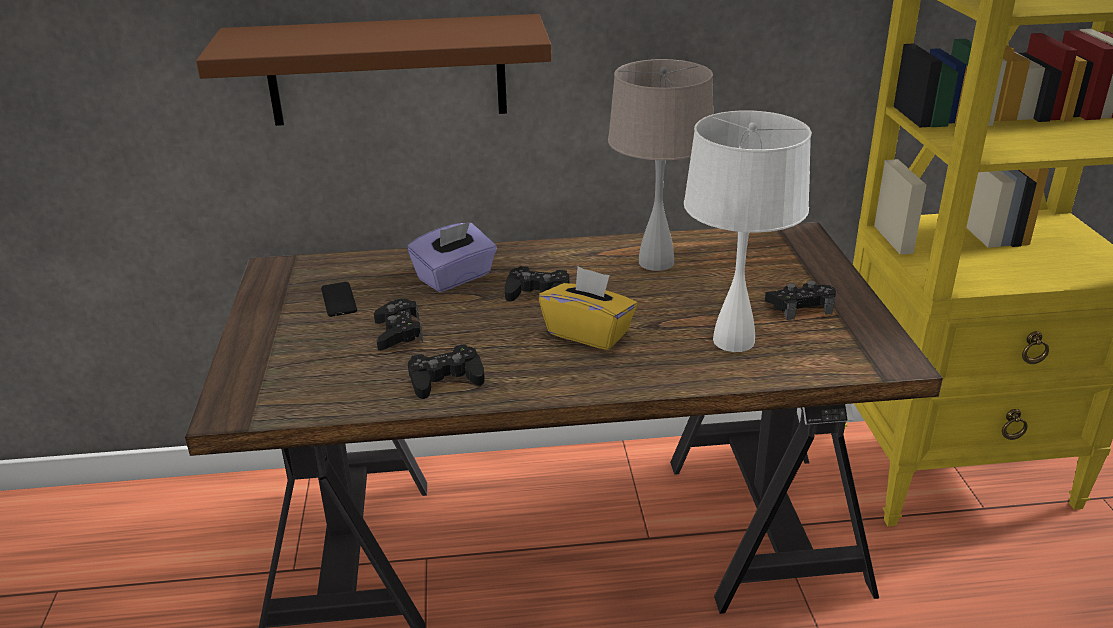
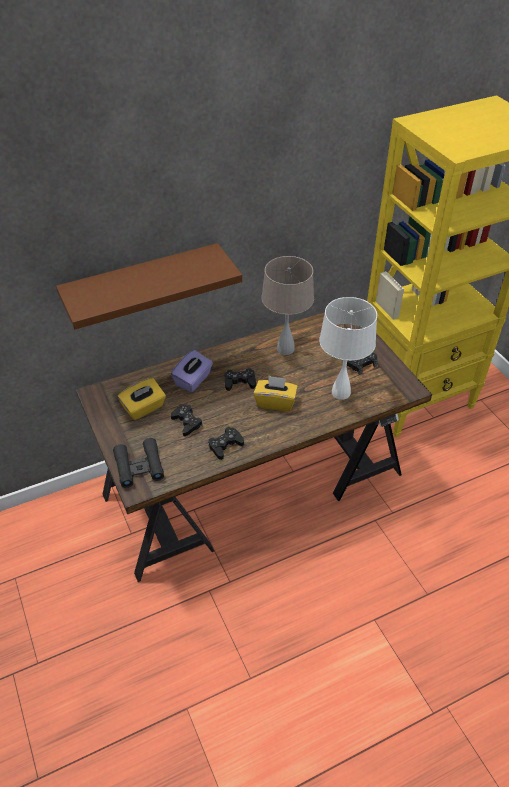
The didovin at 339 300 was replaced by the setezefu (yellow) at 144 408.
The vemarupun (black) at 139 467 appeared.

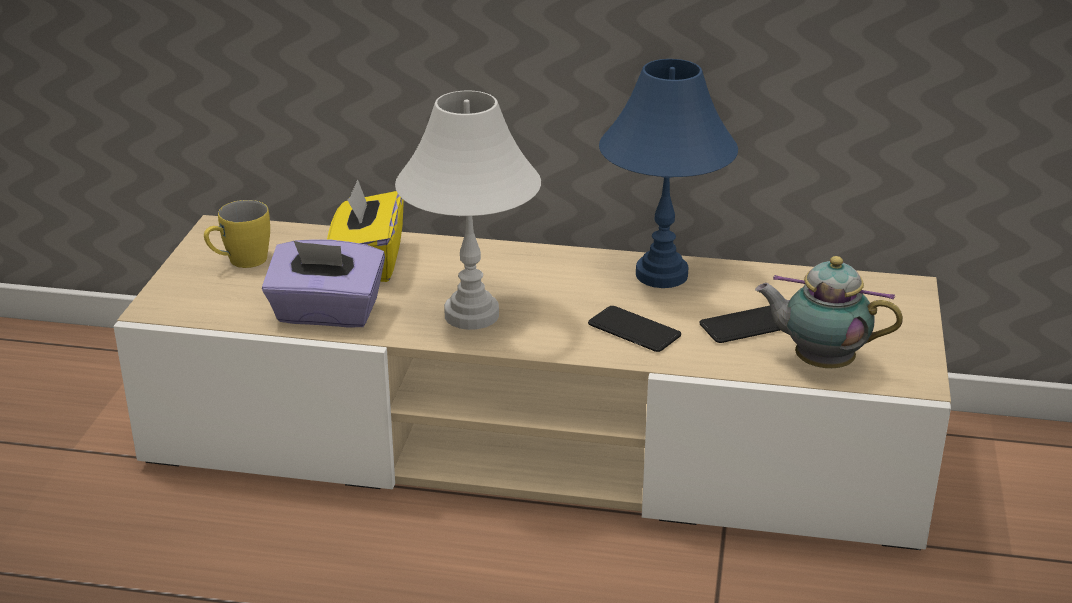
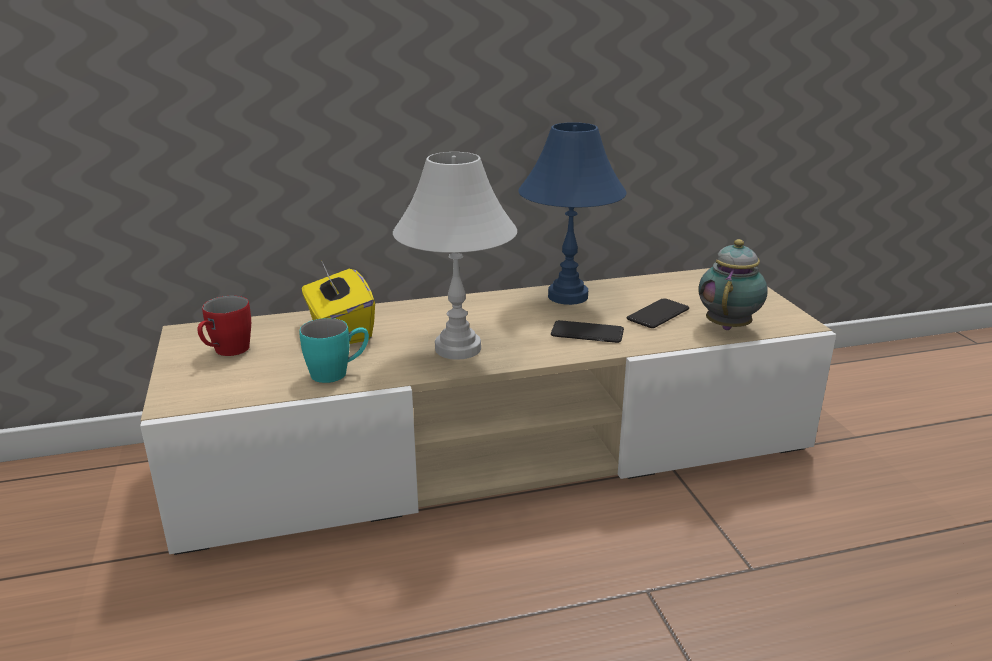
The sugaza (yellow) at 240 262 became the sugaza (red) at 226 352.
The setezefu (purple) at 327 313 was replaced by the sugaza (turquoise) at 338 373.
The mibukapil at 819 362 turned 120 degrees clockwise.

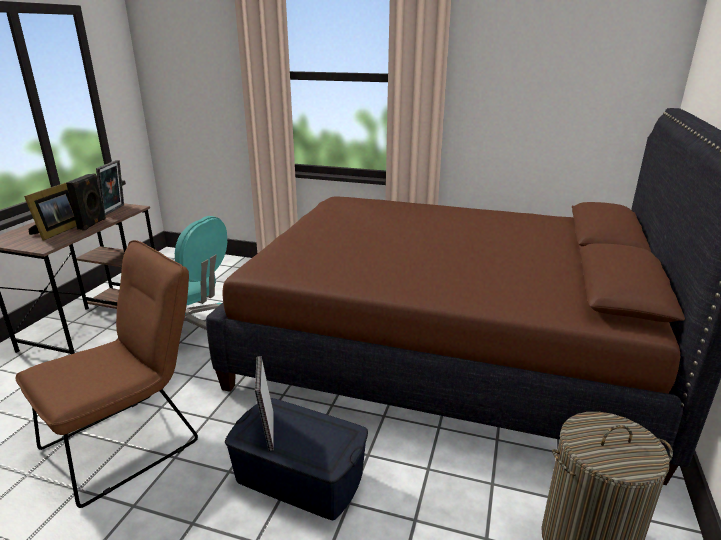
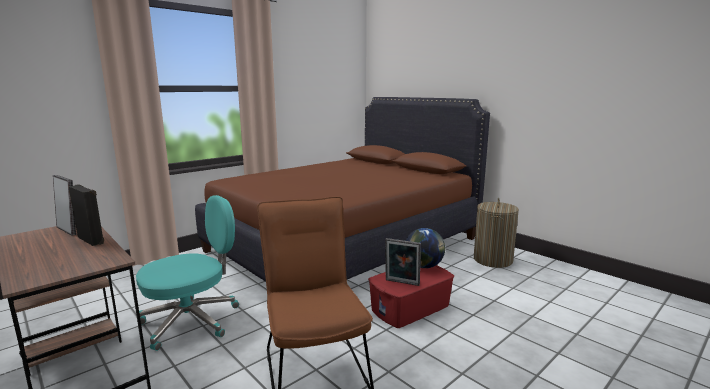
The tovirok at 57 231 disappeared.
The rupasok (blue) at 299 478 became the rupasok (red) at 411 308.
The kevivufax at 424 266 appeared.

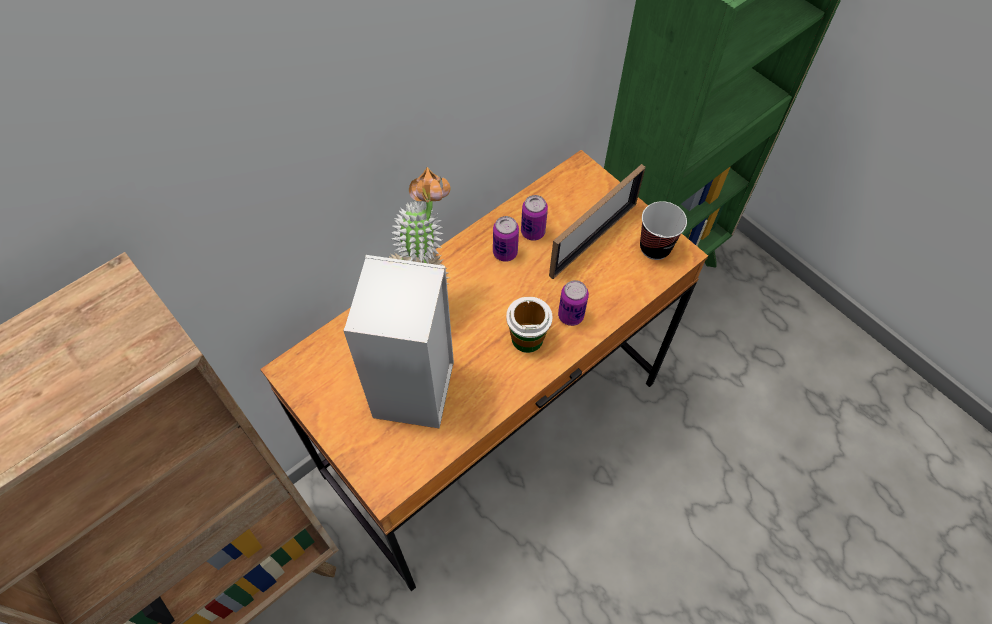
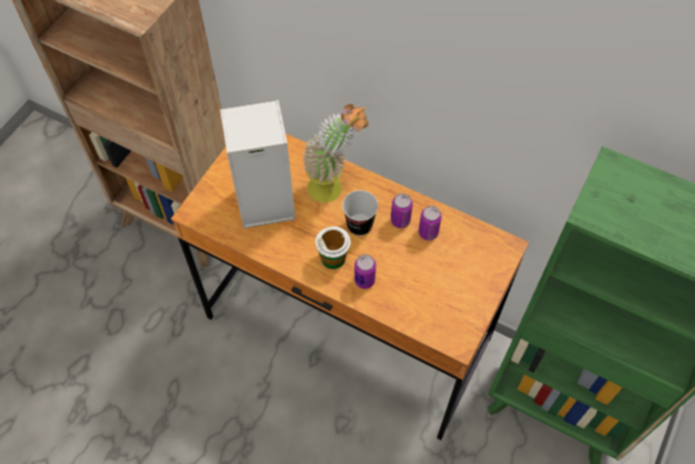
The tovirok at 593 239 disappeared.
The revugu moved from 655 248 to 359 225.

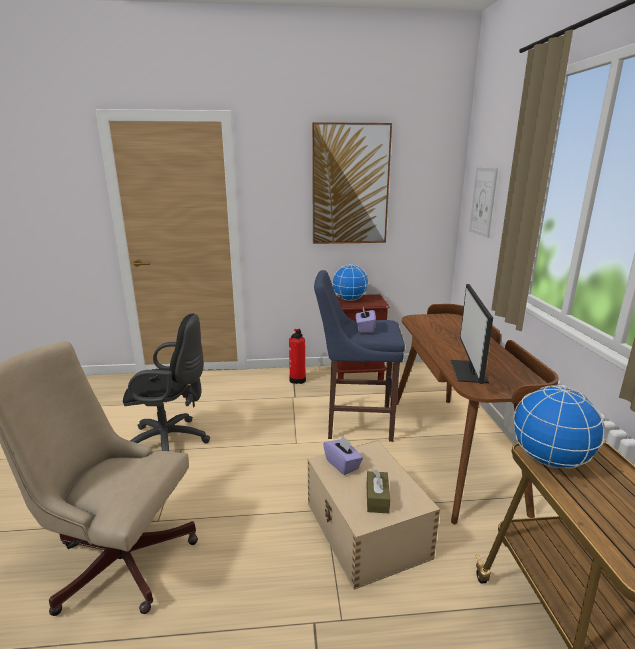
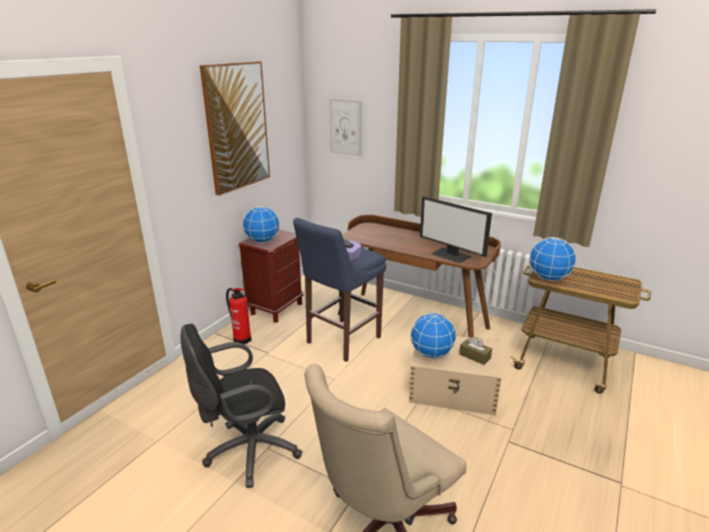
The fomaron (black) at 171 442 turned 150 degrees counterclockwise.
The setezefu (purple) at 342 464 was replaced by the kevivufax at 431 354.

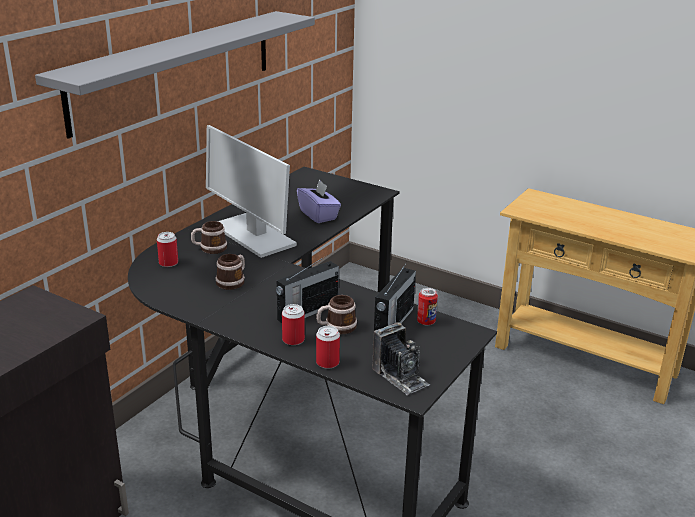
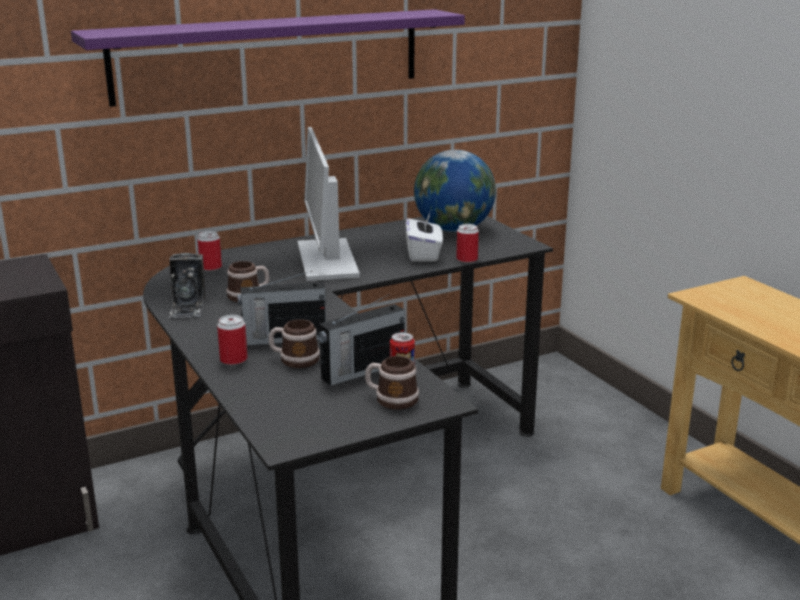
The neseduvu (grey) at 176 69 became the neseduvu (purple) at 270 55.
The sugaza moved from 209 248 to 391 399.
The setezefu (purple) at 318 215 became the setezefu (white) at 423 254.
The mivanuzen moved from 327 363 to 467 259.
The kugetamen moved from 400 376 to 187 306.
The kevivufax at 454 229 appeared.

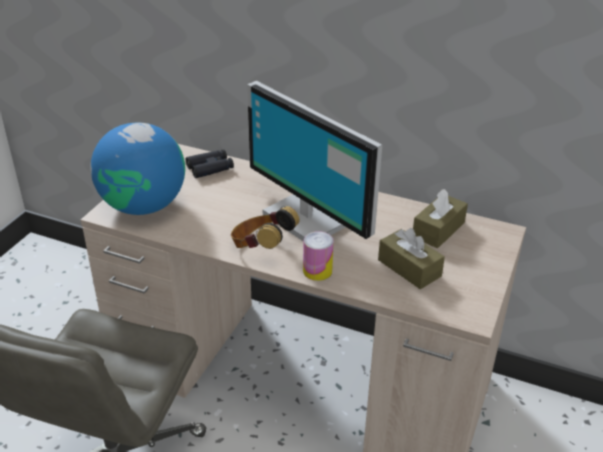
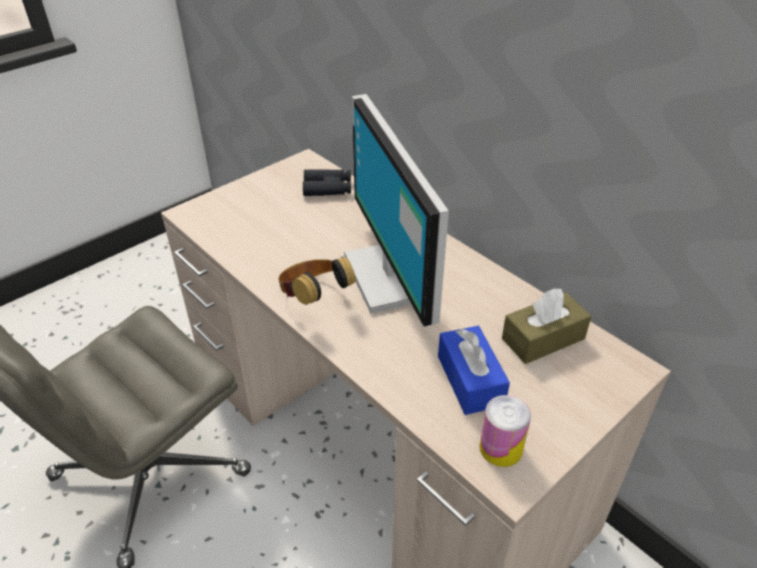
The kevivufax at 143 205 disappeared.
The mivanuzen moved from 317 271 to 500 448.
The setezefu (brown) at 409 268 became the setezefu (blue) at 470 380.

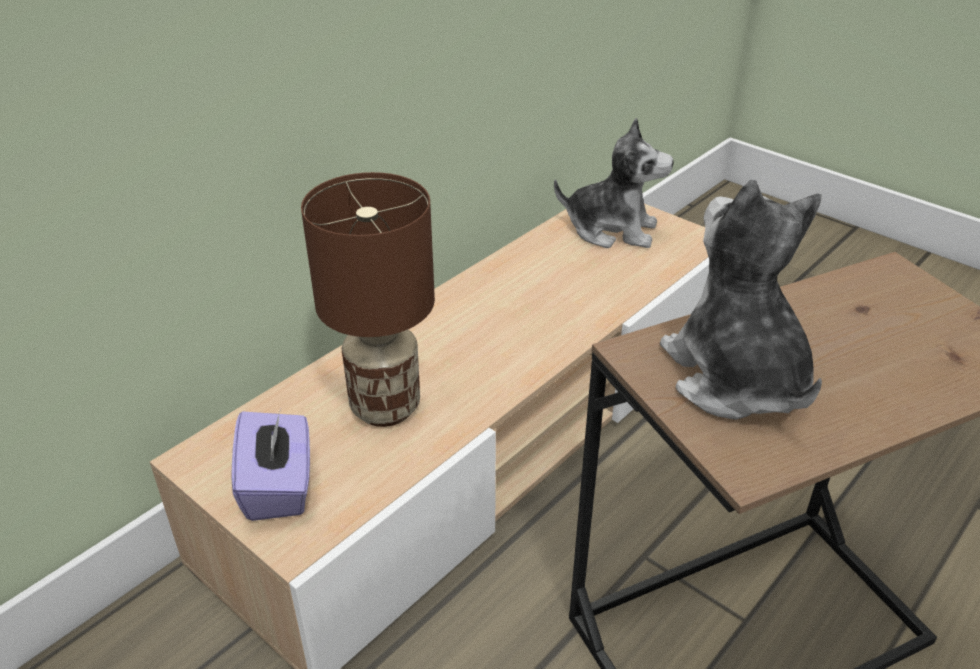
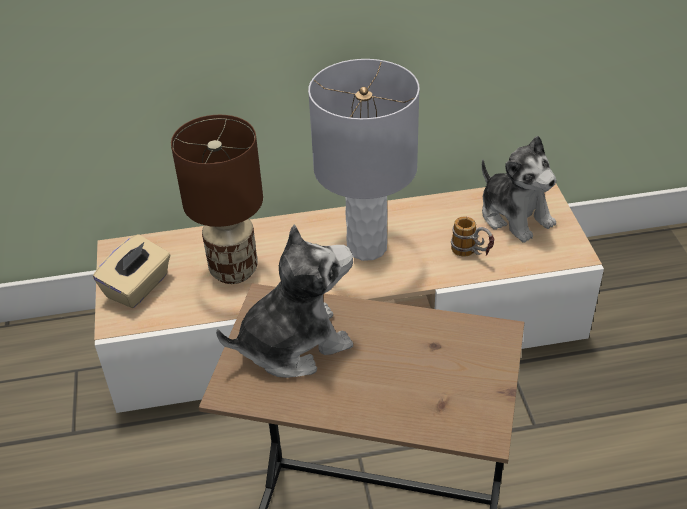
The setezefu (purple) at 279 486 became the setezefu (beige) at 138 287.
The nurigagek at 735 378 turned 45 degrees clockwise.
The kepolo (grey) at 367 247 appeared.
The sugaza at 472 254 appeared.

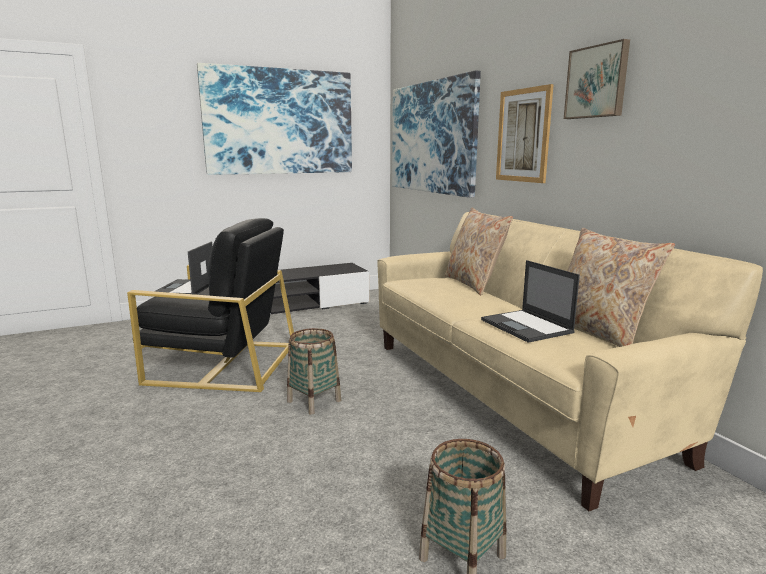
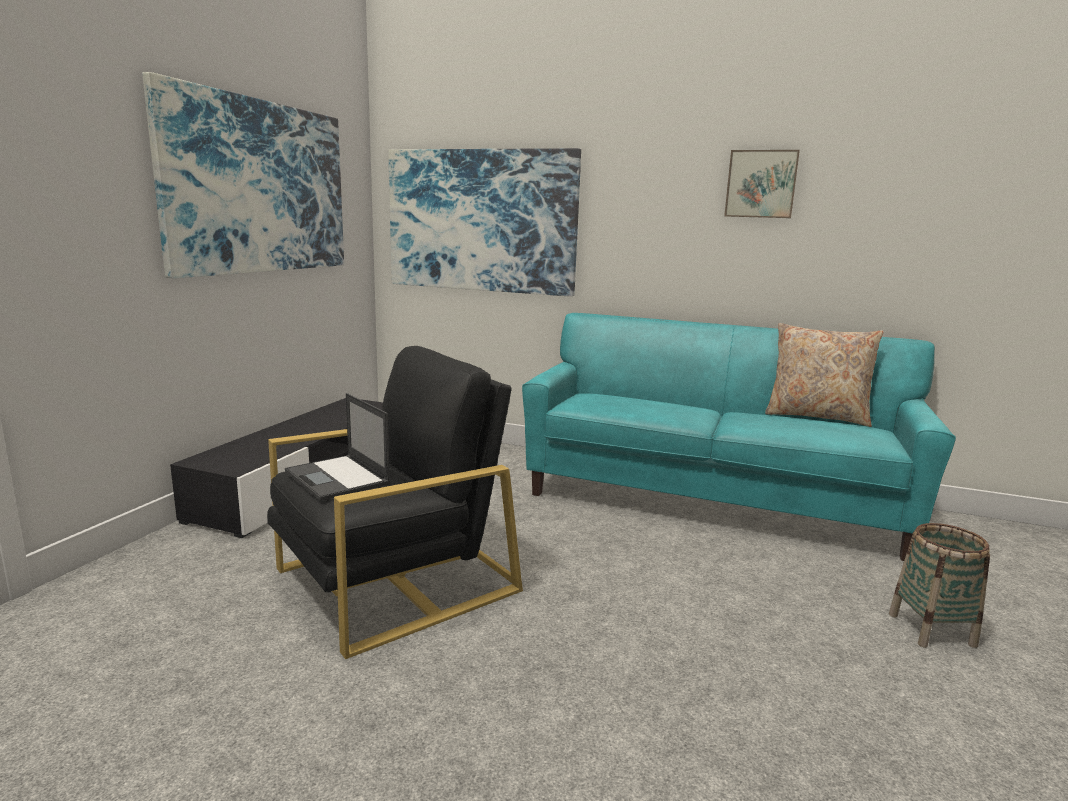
The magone at 314 401 disappeared.
The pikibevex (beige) at 506 393 became the pikibevex (turquoise) at 710 500.
The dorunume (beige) at 474 284 disappeared.
The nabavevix at 527 326 disappeared.
The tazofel at 523 135 disappeared.

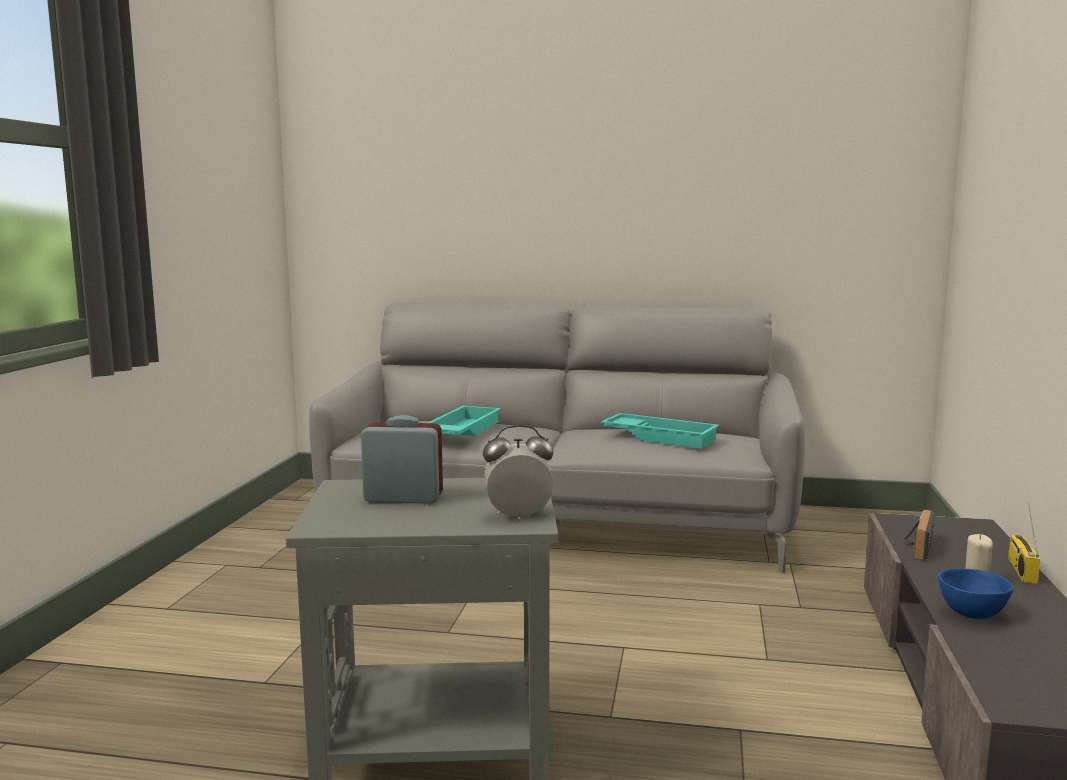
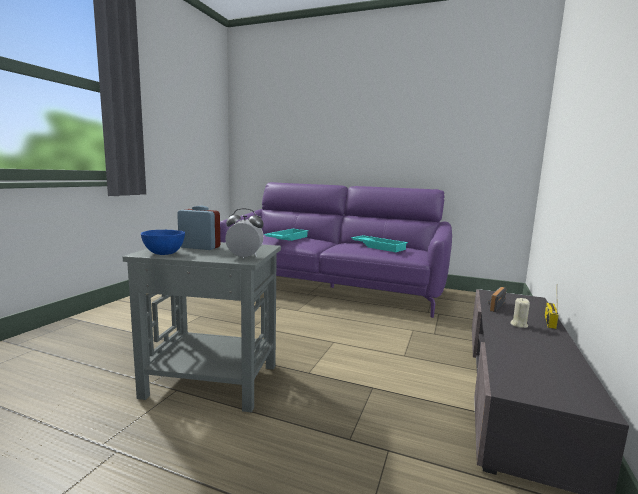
The pikibevex (grey) at 558 524 became the pikibevex (purple) at 332 287.
The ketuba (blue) moved from 970 614 to 163 253.

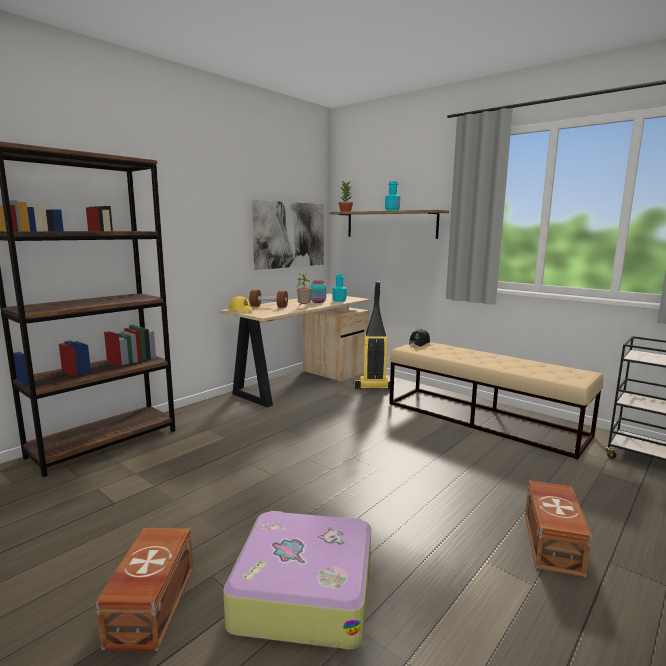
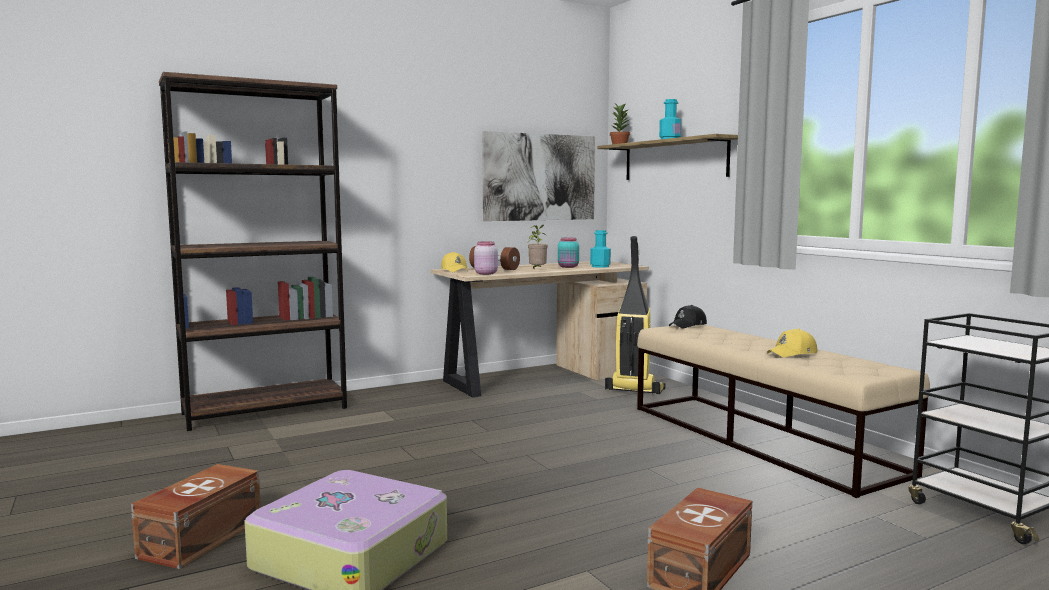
The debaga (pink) at 485 273 appeared.
The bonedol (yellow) at 793 353 appeared.

